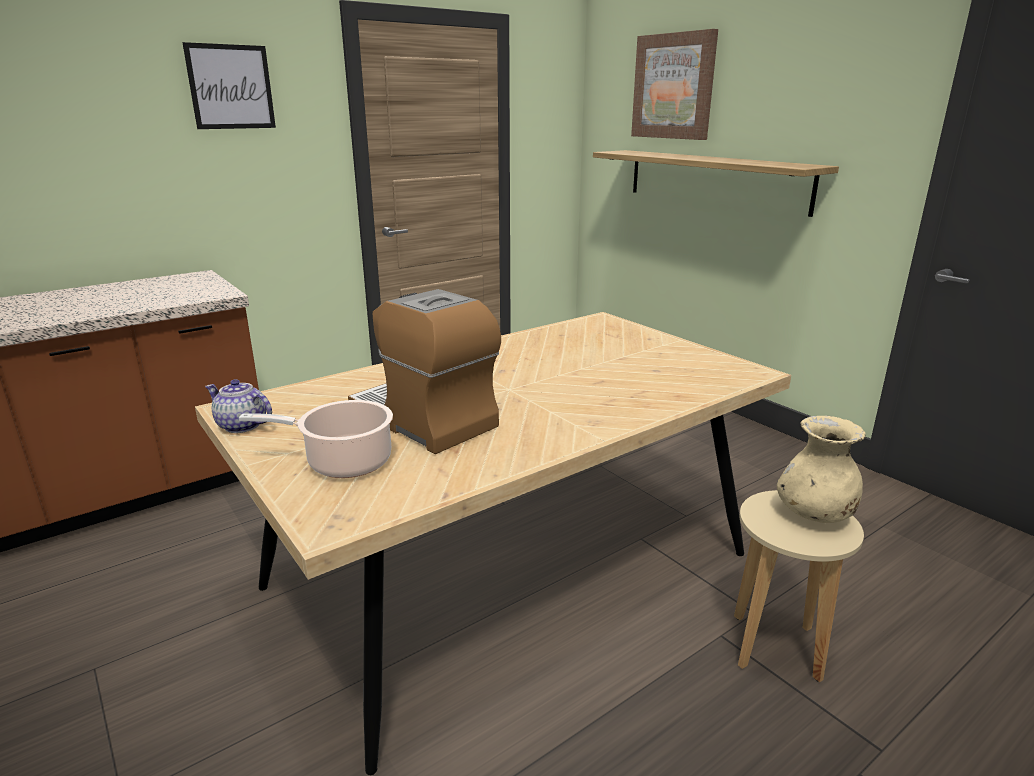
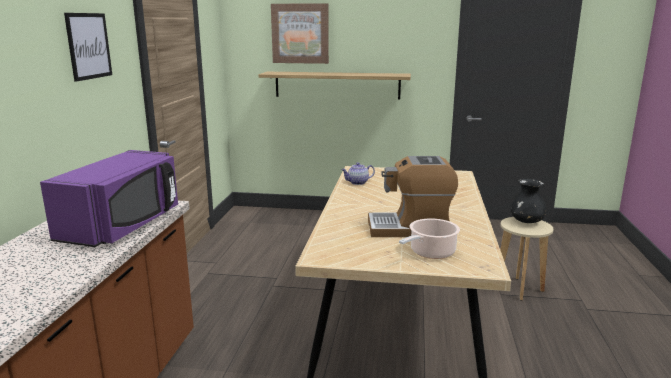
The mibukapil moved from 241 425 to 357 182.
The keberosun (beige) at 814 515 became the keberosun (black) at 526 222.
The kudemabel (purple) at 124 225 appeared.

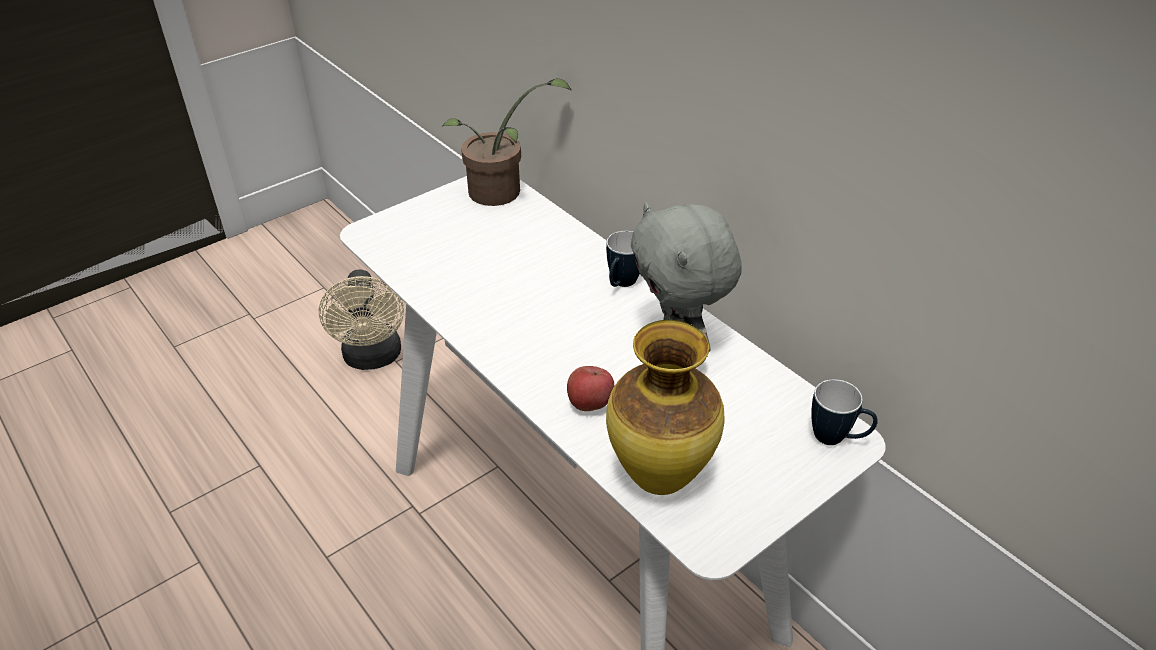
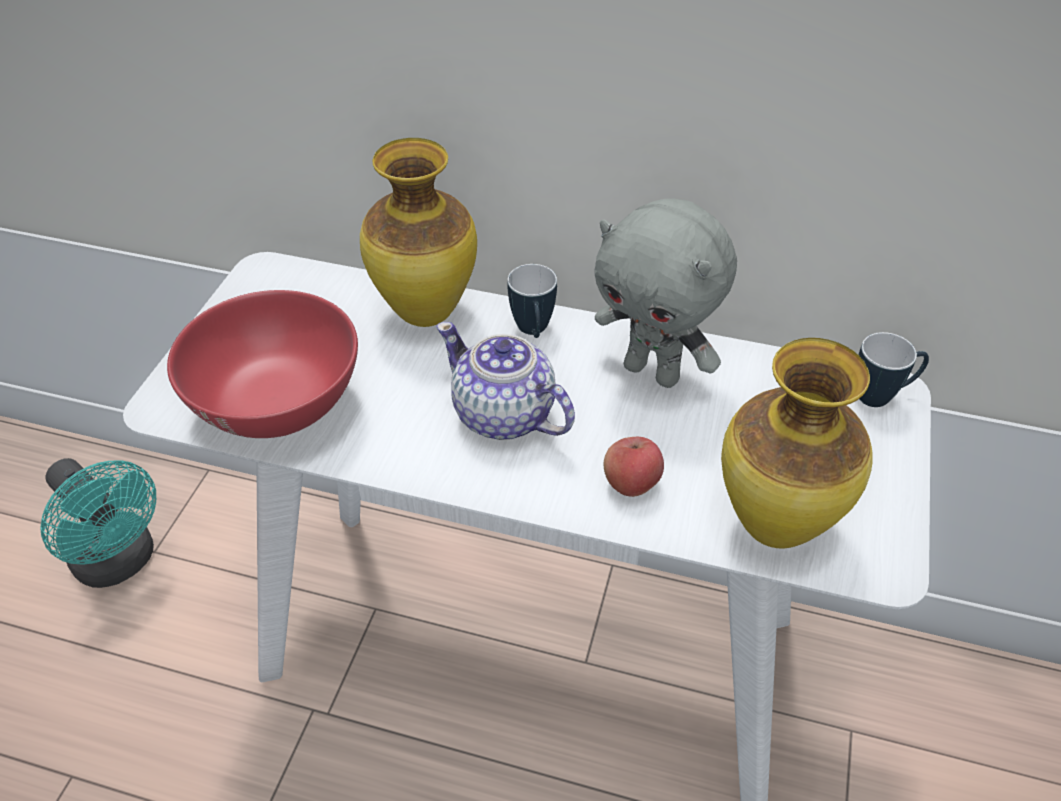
The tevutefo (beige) at 373 358 became the tevutefo (turquoise) at 121 562.
The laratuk at 501 193 disappeared.
The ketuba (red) at 279 406 appeared.
The keberosun at 424 314 appeared.
The mibukapil at 504 416 appeared.

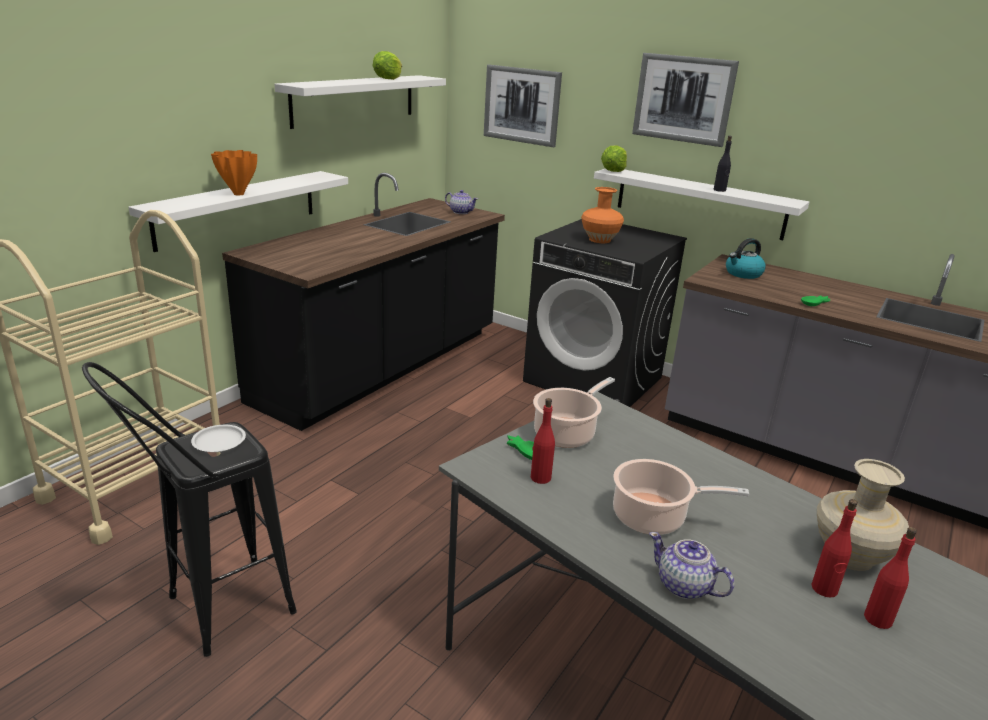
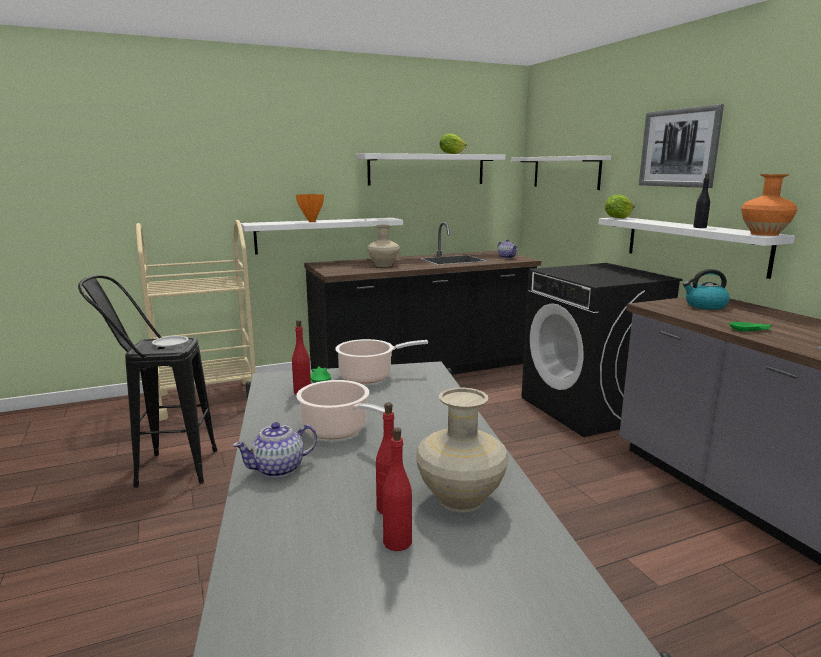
The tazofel at 522 105 was replaced by the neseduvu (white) at 566 172.
The keberosun (orange) moved from 600 240 to 765 234.
The mibukapil at 684 586 turned 105 degrees counterclockwise.
The keberosun (beige) at 384 265 appeared.

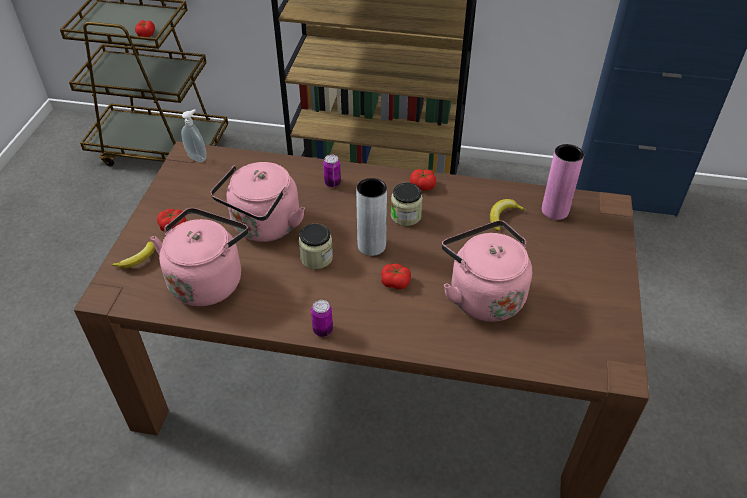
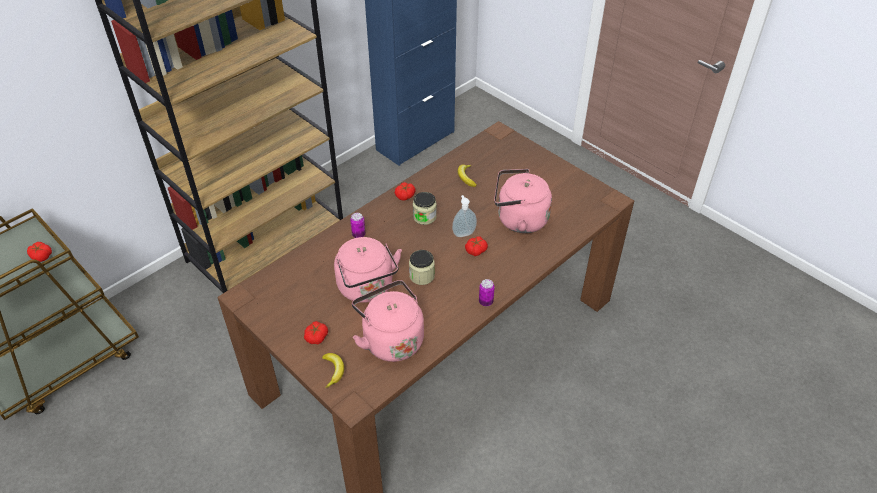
The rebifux moved from 198 157 to 463 233.
The keberosun (grey) at 371 245 disappeared.
The keberosun (pink) at 555 211 disappeared.

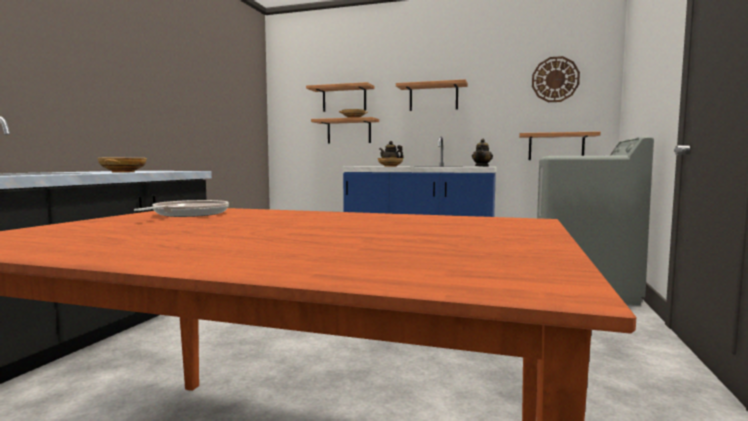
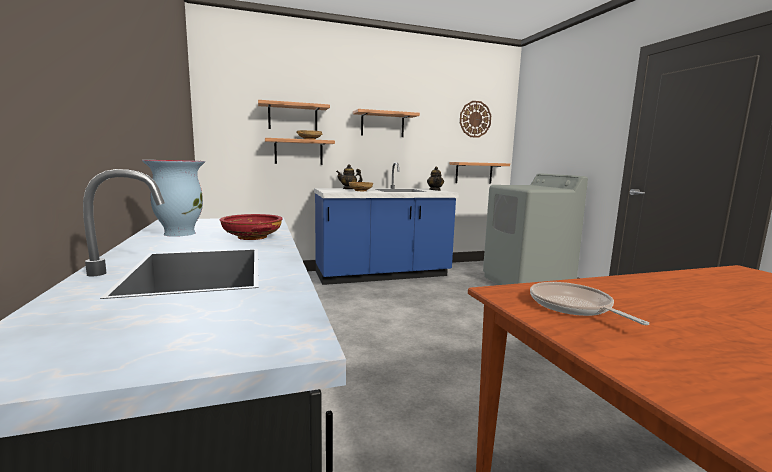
The ketuba (beige) at 123 172 became the ketuba (red) at 251 237.
The keberosun at 179 233 appeared.

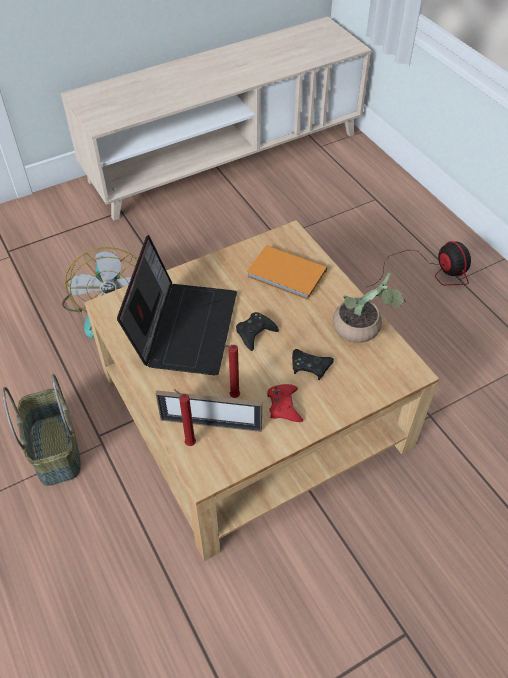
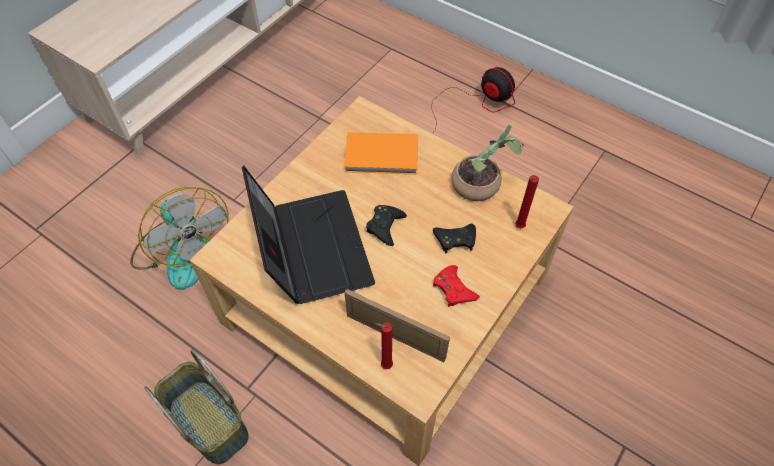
The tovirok at 211 424 turned 135 degrees counterclockwise.
The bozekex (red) moved from 233 396 to 518 227.

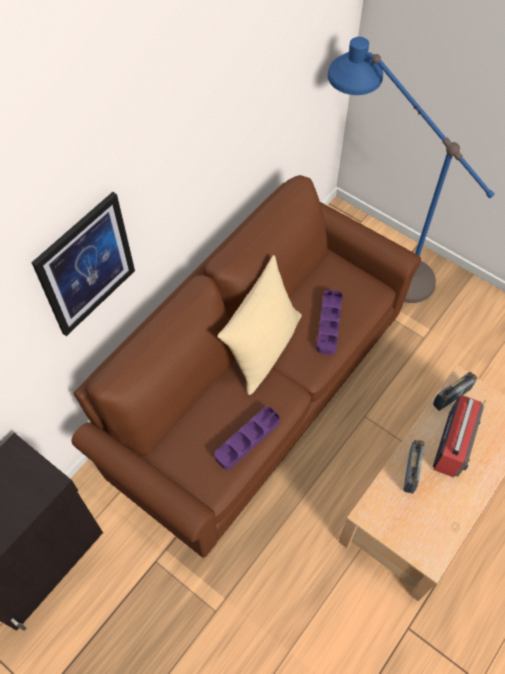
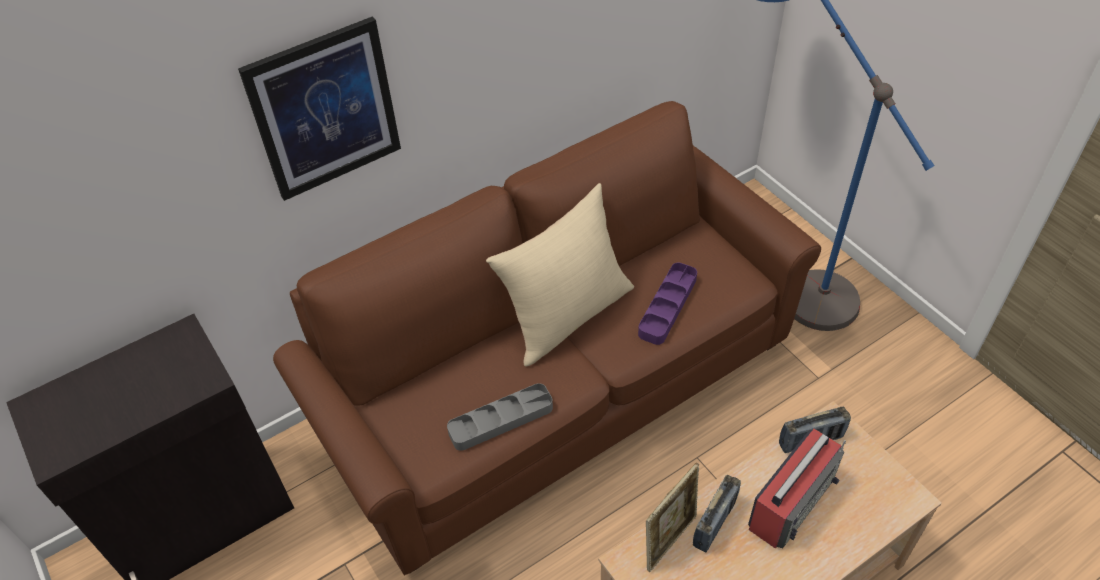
The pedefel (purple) at 247 439 became the pedefel (grey) at 501 420.
The tovirok at 669 540 appeared.

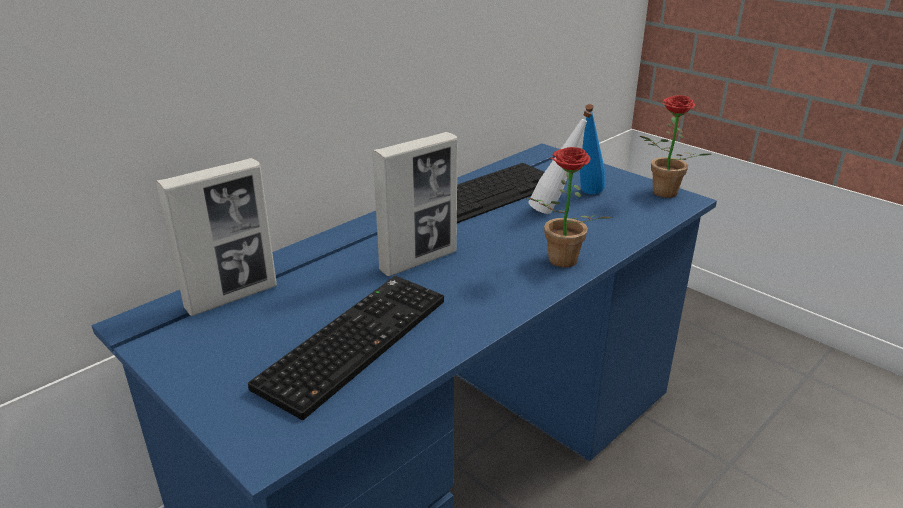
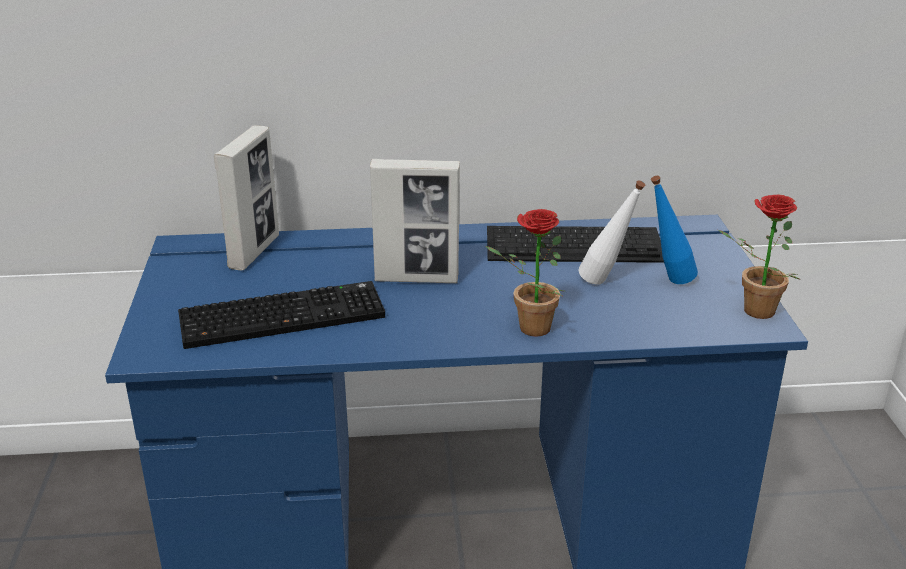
The tovirok at 232 297 turned 75 degrees counterclockwise.

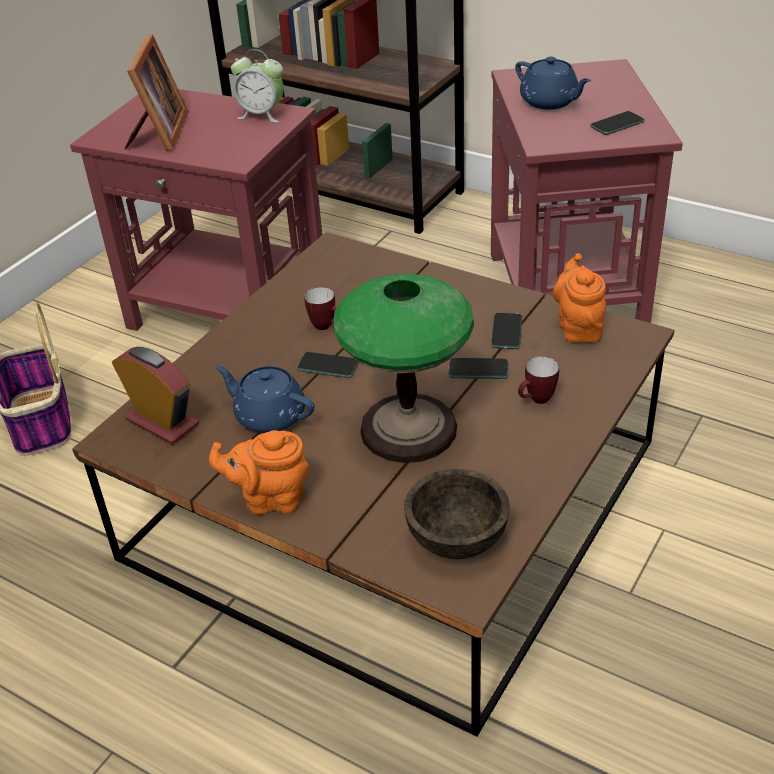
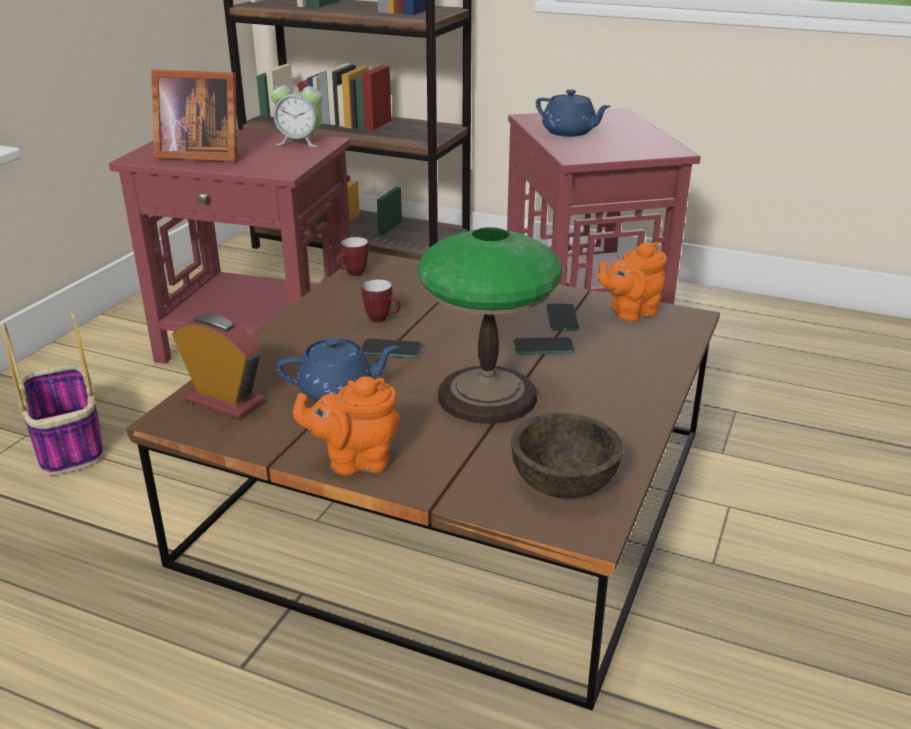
The tovirok at 159 133 turned 105 degrees clockwise.
The mibukapil (blue) at 269 415 turned 150 degrees clockwise.
The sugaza moved from 536 400 to 353 274.
The mibukapil (orange) at 578 327 turned 105 degrees counterclockwise.
The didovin at 617 124 disappeared.

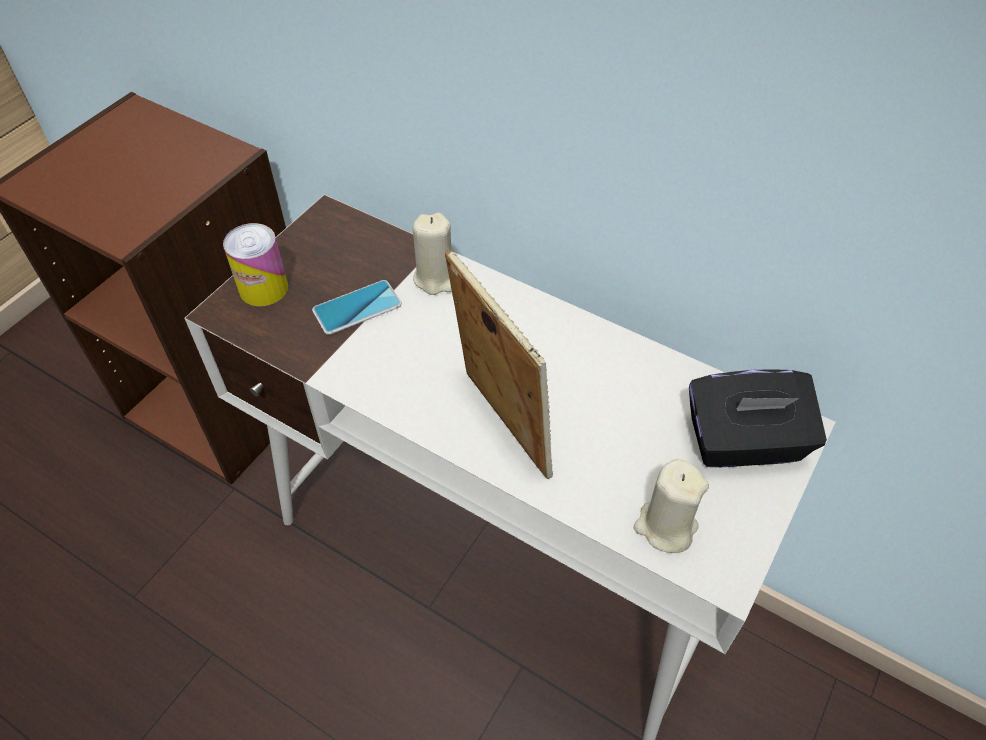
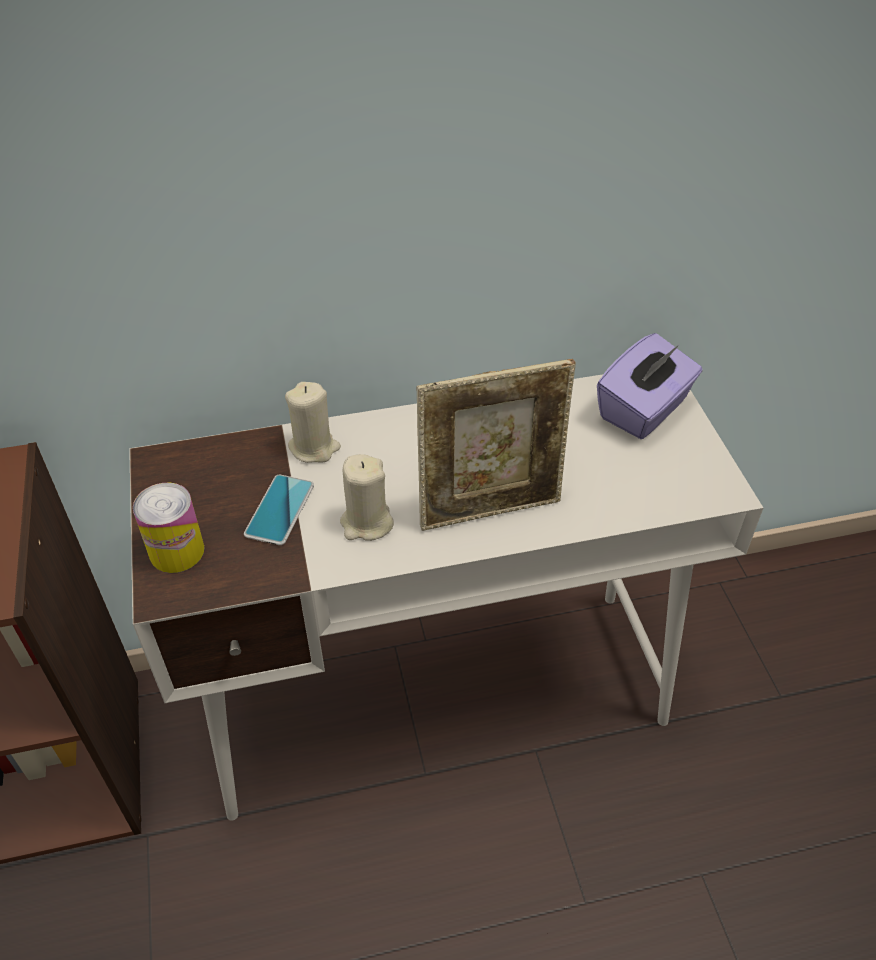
The tovirok at 500 424 turned 150 degrees clockwise.
The bozekex (beige) moved from 665 526 to 366 523.
The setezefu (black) at 744 443 became the setezefu (purple) at 644 410.

